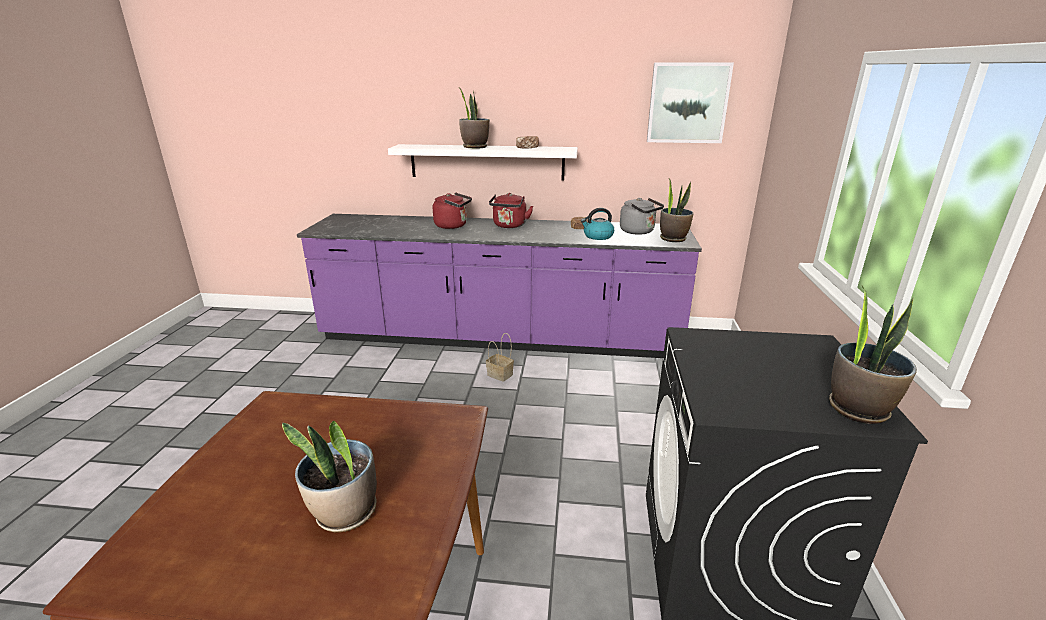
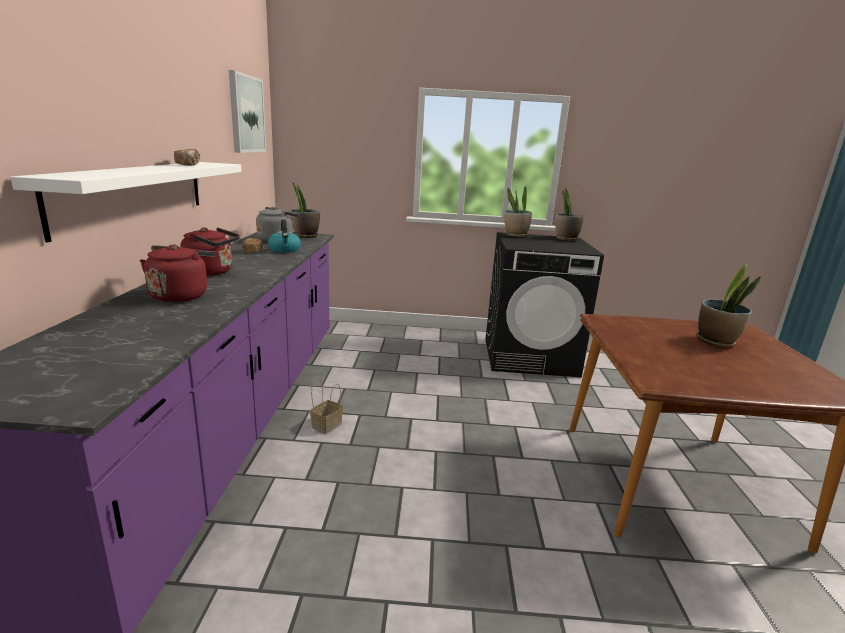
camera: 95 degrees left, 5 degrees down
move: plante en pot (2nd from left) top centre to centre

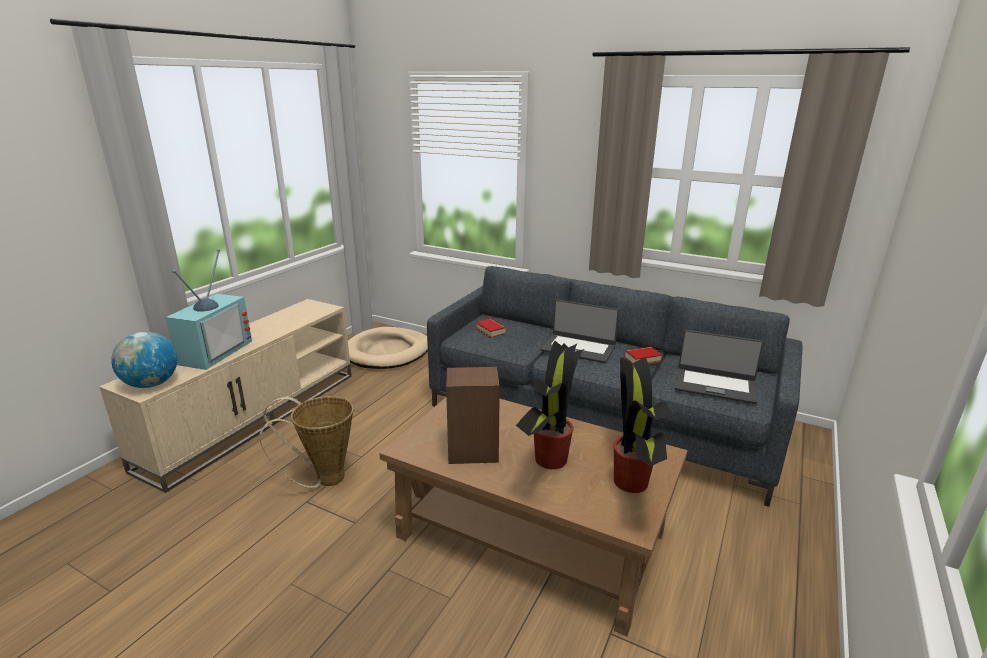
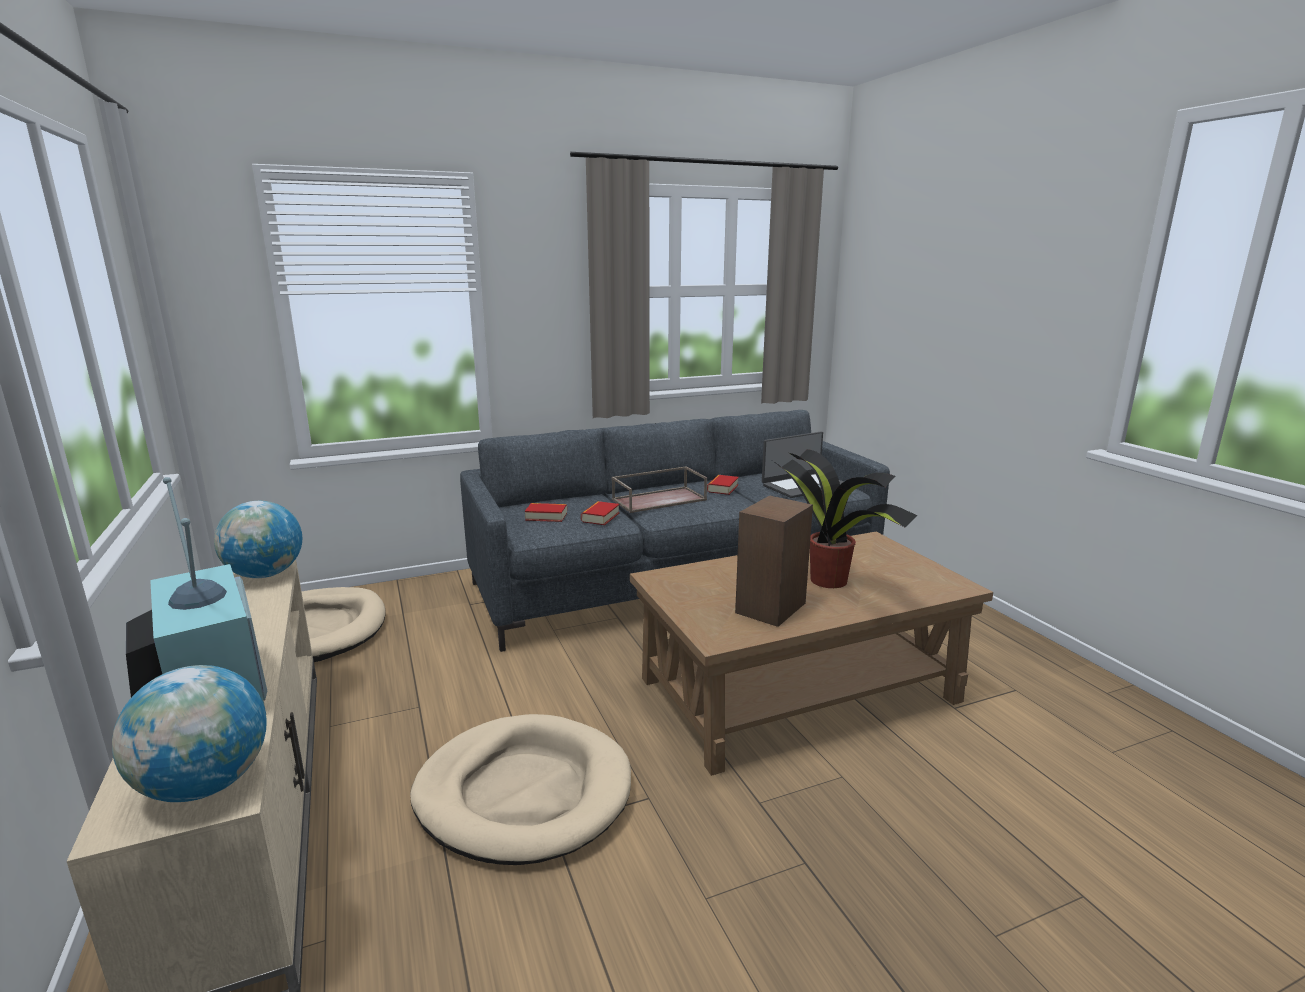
camera: 50 degrees left, 5 degrees down
delete: plante en pot (2nd from left) centre
insert: globe (2nd from left) middle left; livre (2nd from left) centre
replace: panier bottom left to panier pour chien [beige] (2nd from left) bottom centre; ordinateur portable (1st from left) centre to plateau [marron] centre

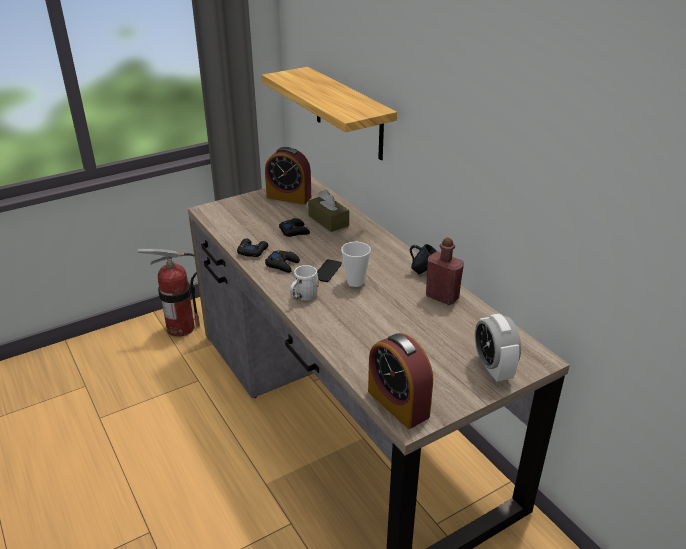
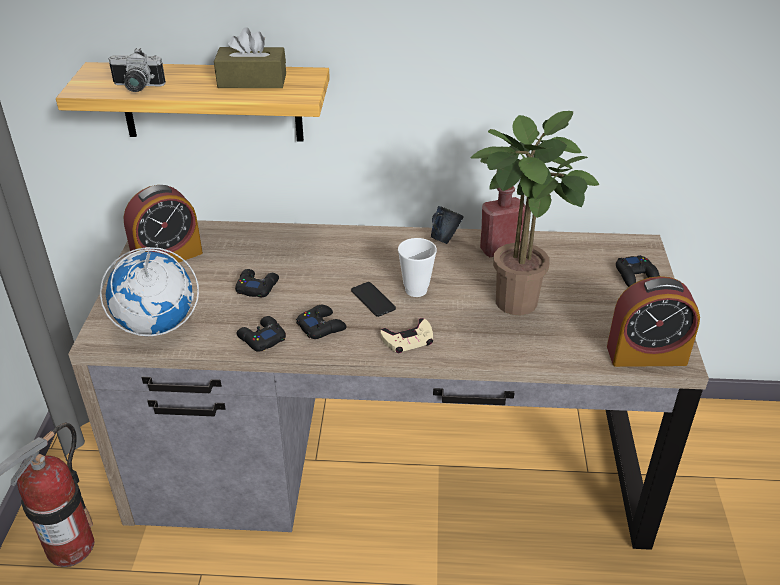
camera: 55 degrees left, 5 degrees up
insert: globe middle left; appareil photo top left; plante en pot middle right
move: boîte à mouchoirs [marron] centre to top left
replace: mug [blanc] centre to manette [beige] centre; réveil (3rd from left) middle right to manette [noir] (4th from left) middle right

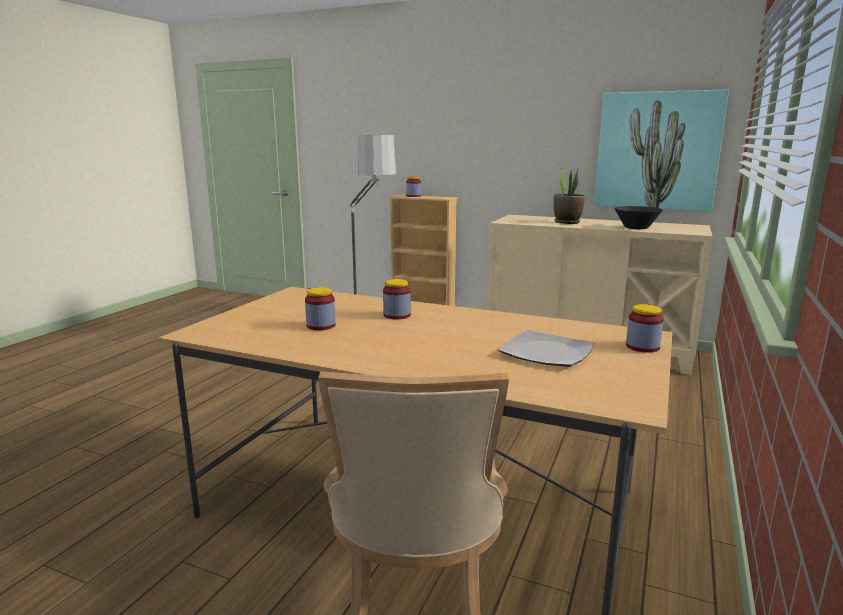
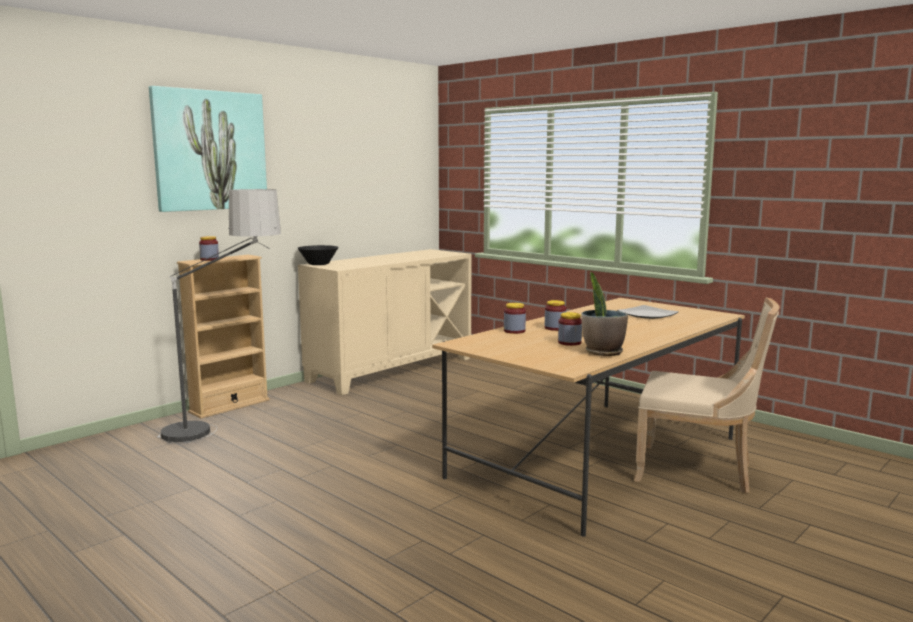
camera: 70 degrees left, 5 degrees down
move: plante en pot top right to centre; tableau top right to top left; bol [noir] middle right to centre; bocal (4th from left in the first image) middle right to bocal (2nd from left) centre

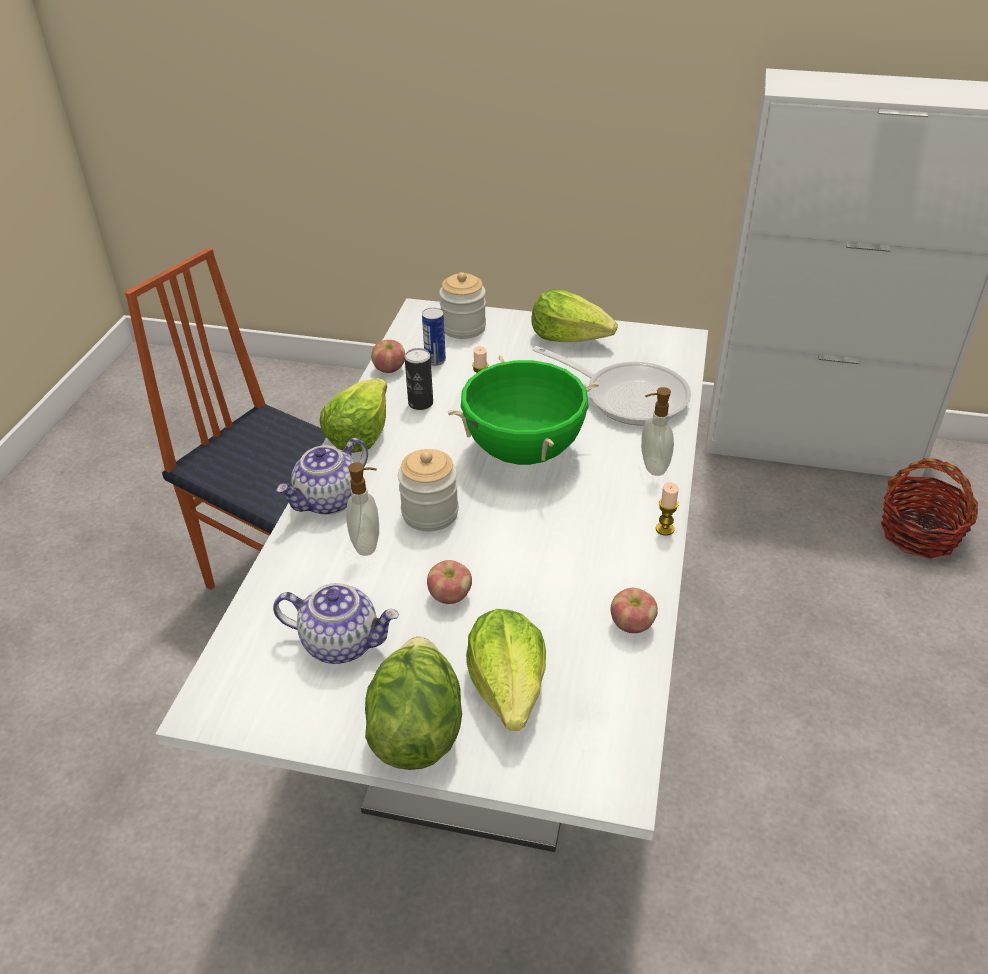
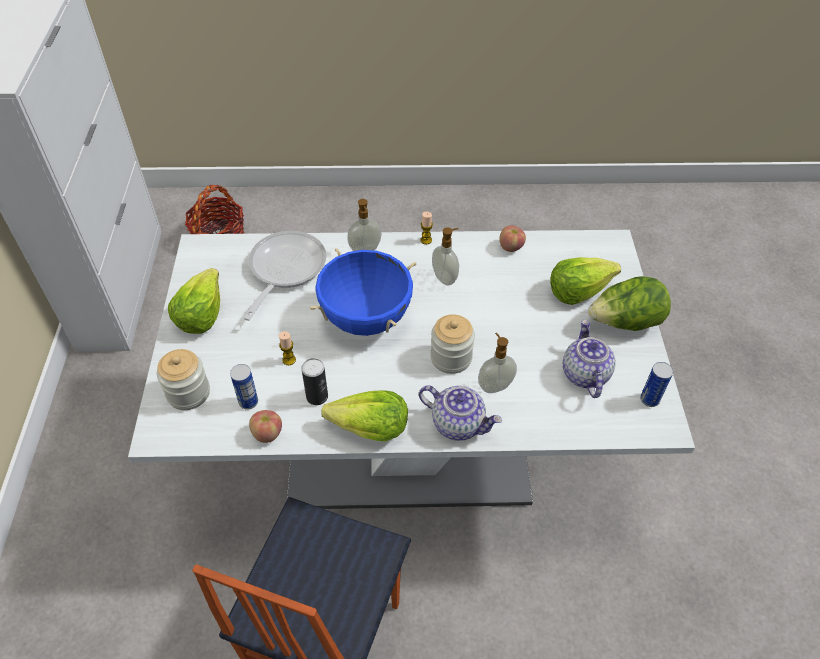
camera: 105 degrees left, 10 degrees up
delete: pomme (2nd from left) centre
insert: distributeur de savon (2nd from left) centre; boîte métallique (3rd from left) middle right
recolor: marmite [vert] centre to marmite [bleu] centre

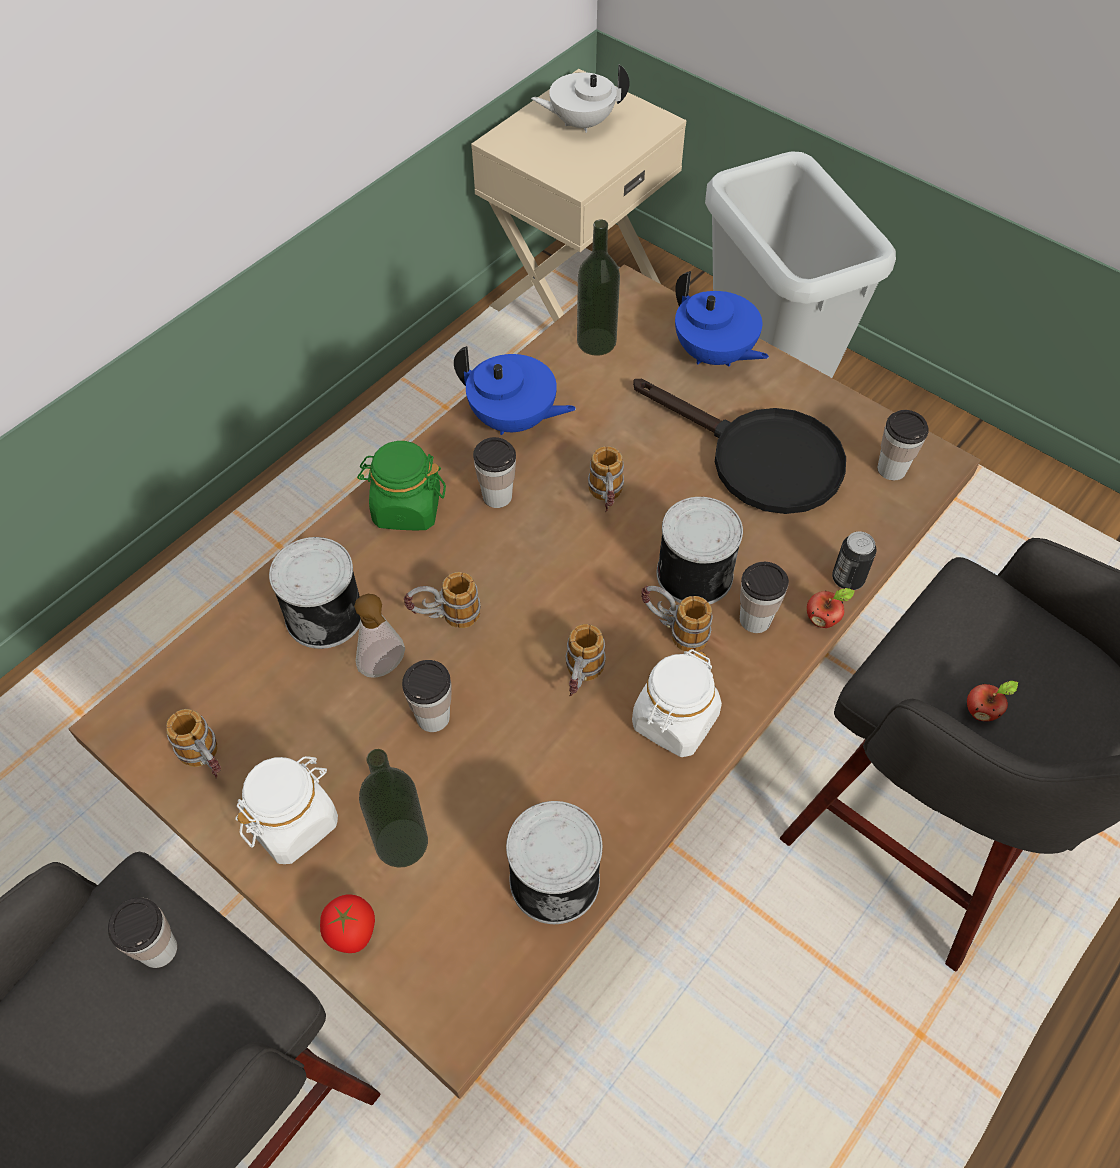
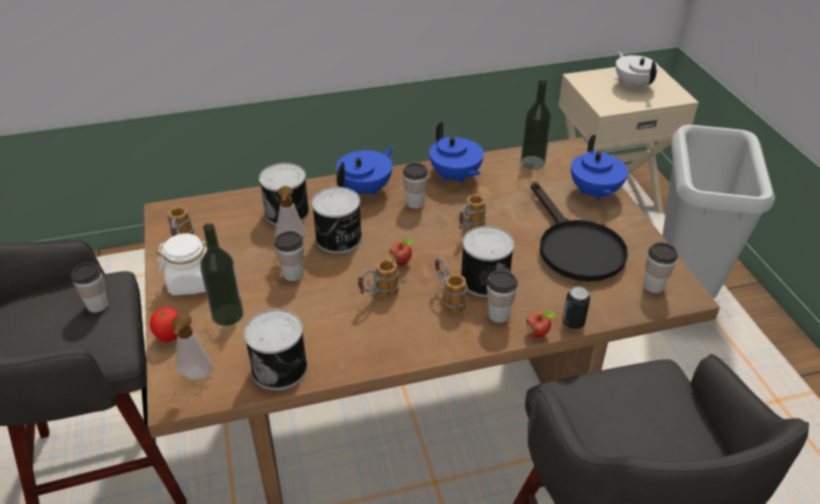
camera: 35 degrees right, 15 degrees down
delete: bocal [blanc] (2nd from left) centre
insert: distributeur de savon (1st from left) bottom left
move: pomme (2nd from left in the first image) middle right to pomme (1st from left) centre
replace: bocal [vert] centre to théière [bleu] (1st from left) centre; mug (2nd from left) centre to boîte métallique (3rd from left) centre
rotate: théière [blanc] top centre = top right 45 degrees clockwise

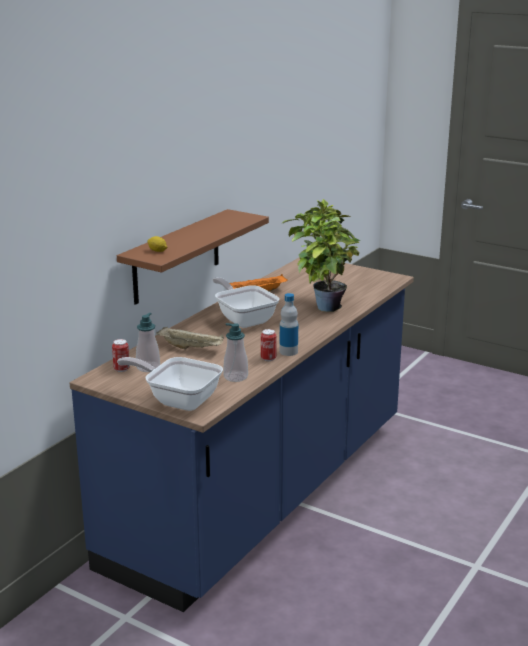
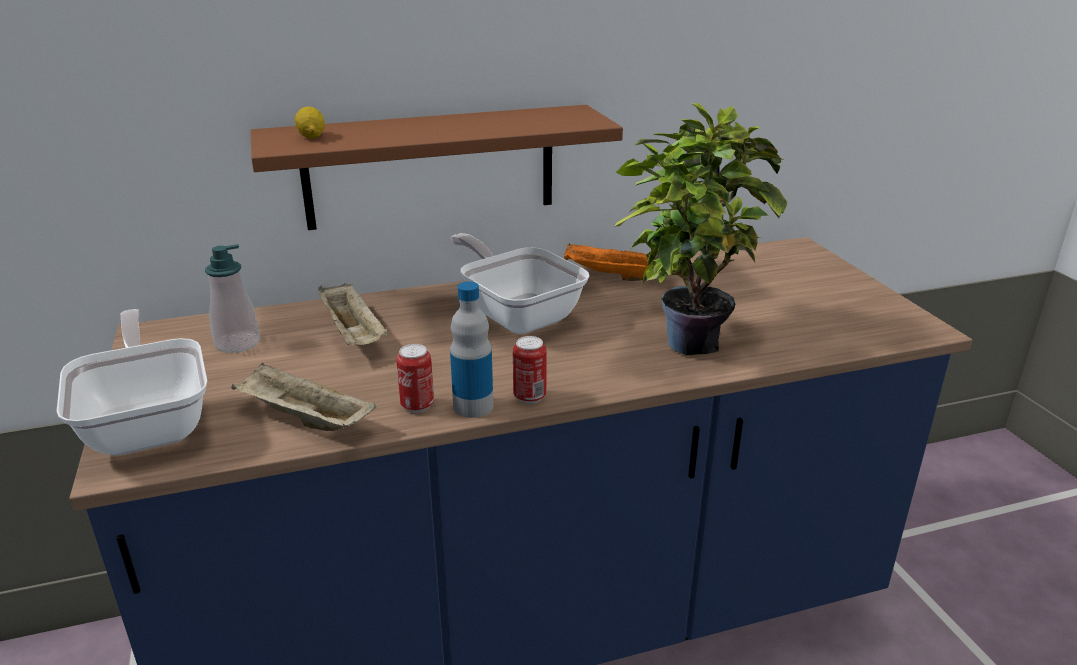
camera: 40 degrees right, 5 degrees up
move: boîte métallique (1st from left in the first image) middle left to boîte métallique (2nd from left) centre
replace: distributeur de savon (2nd from left) centre to plateau [beige] (1st from left) middle left
rotate: poêle (2nd from left) centre = centre 45 degrees counterclockwise

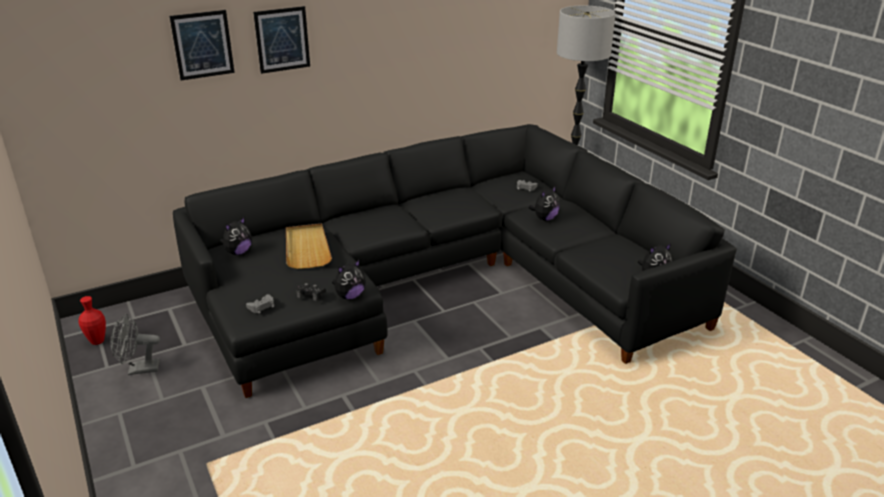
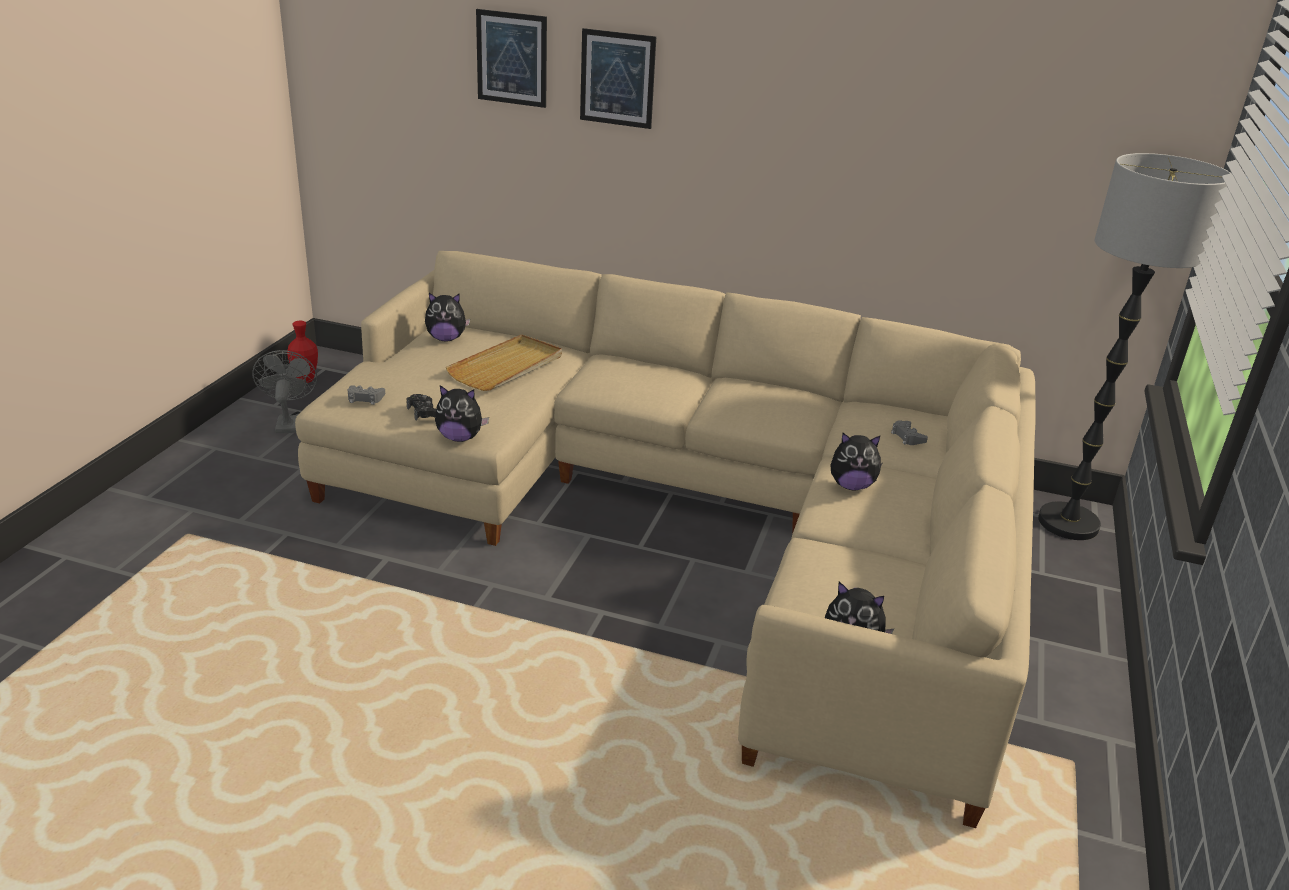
camera: 45 degrees right, 0 degrees up
recolor: canapé [noir] centre to canapé [beige] centre
rotate: ventilateur [gris] bottom left = middle left 45 degrees clockwise

